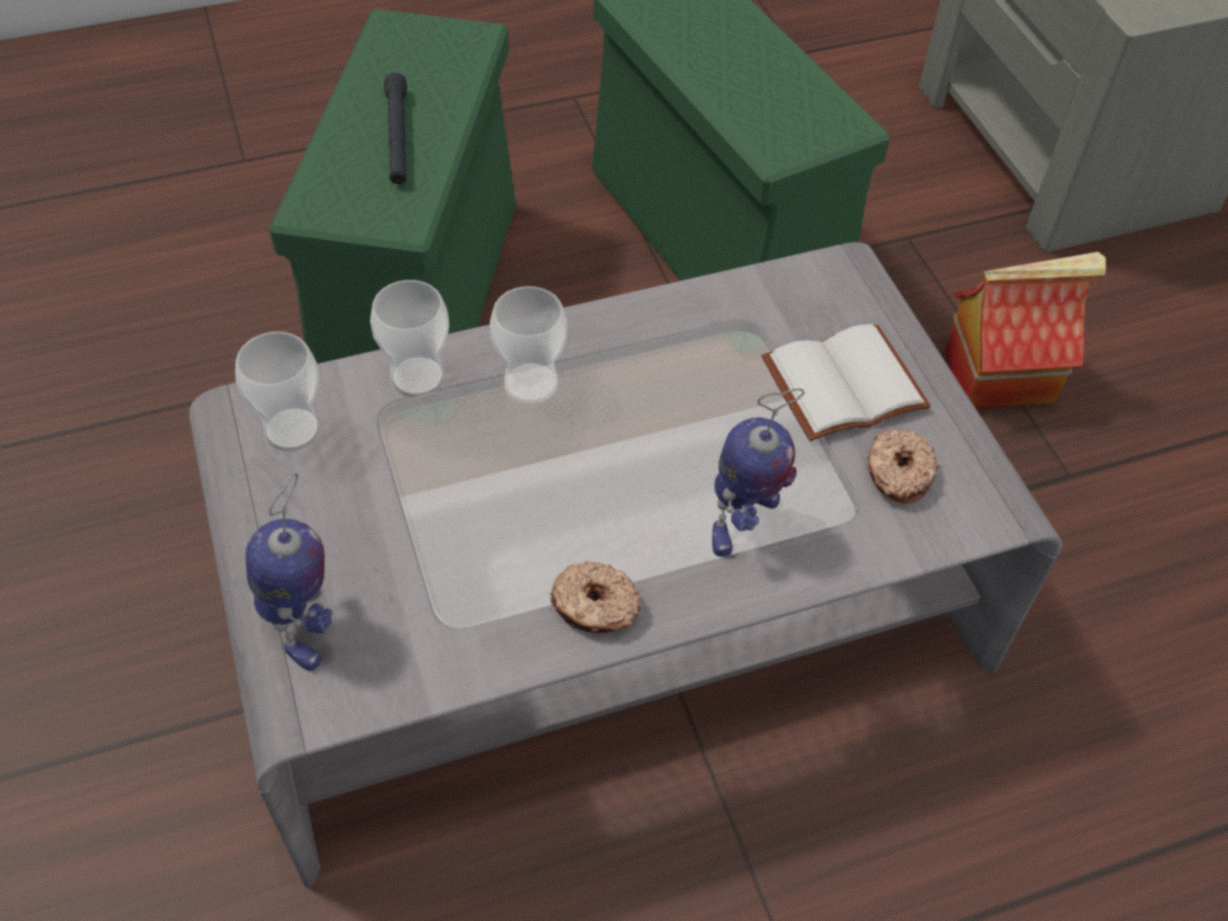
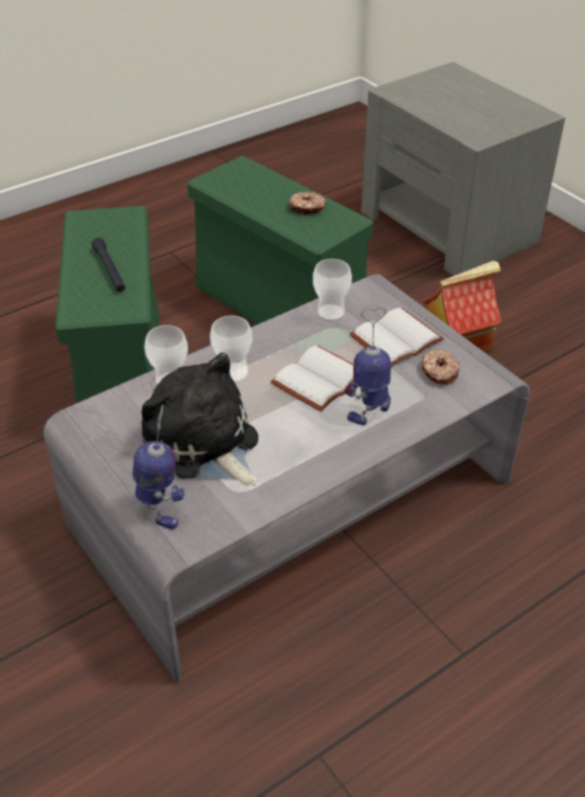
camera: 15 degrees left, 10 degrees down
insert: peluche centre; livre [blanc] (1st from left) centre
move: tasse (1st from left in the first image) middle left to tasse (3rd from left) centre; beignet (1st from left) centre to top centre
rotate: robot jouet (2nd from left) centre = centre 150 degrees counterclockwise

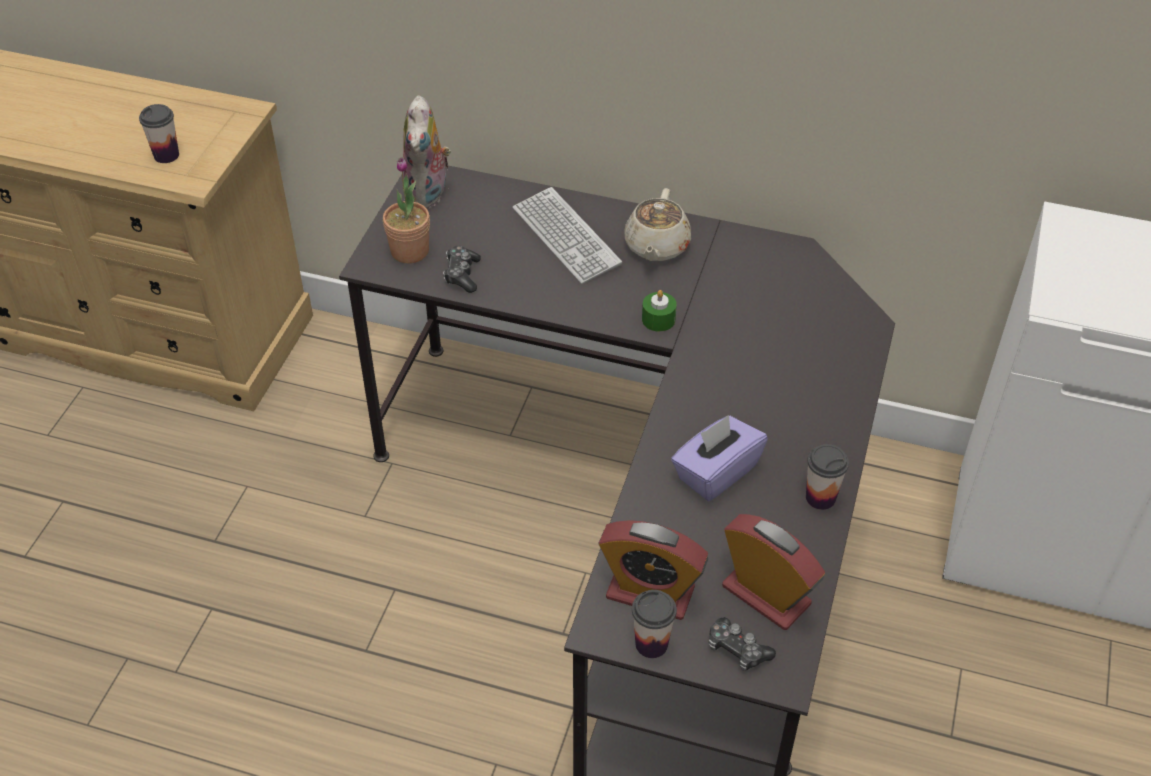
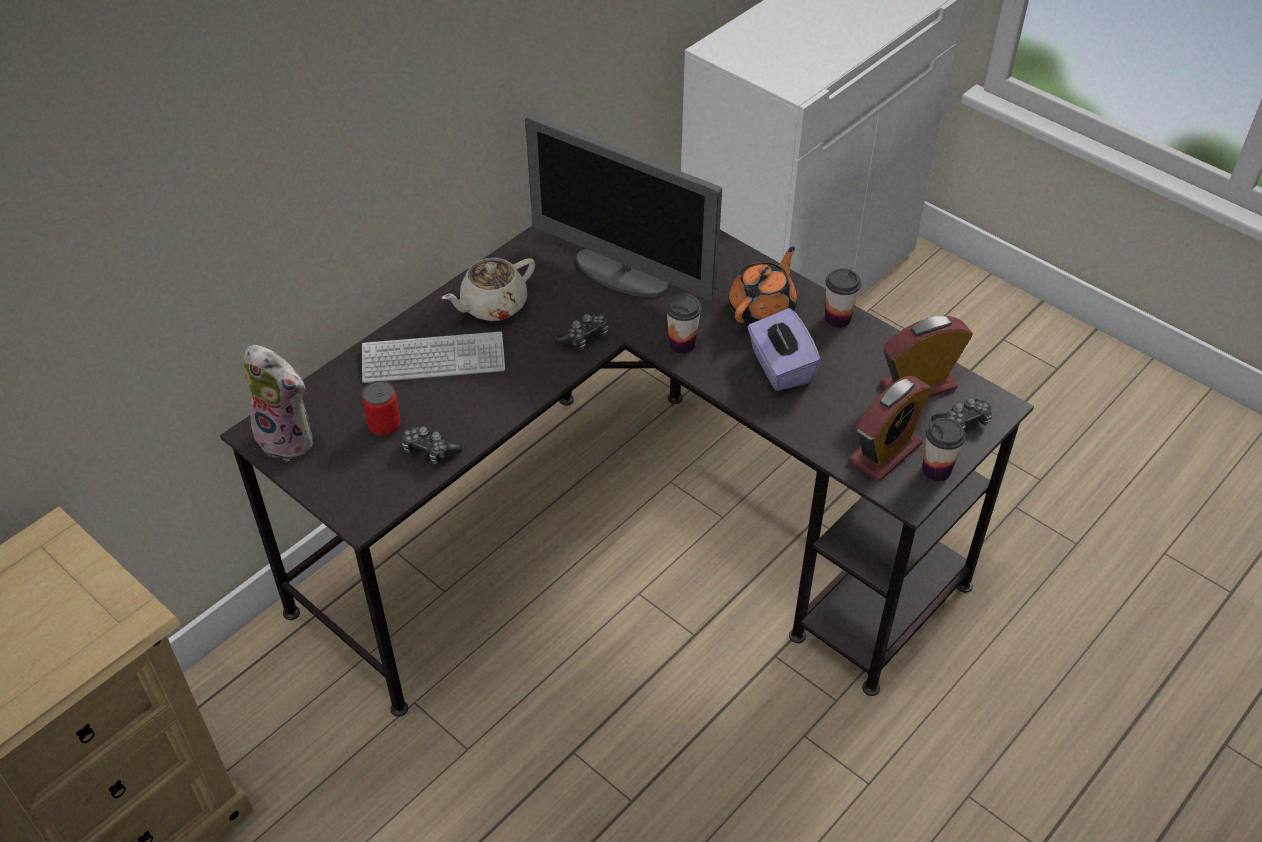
camera: 65 degrees left, 0 degrees up
delete: plante en pot top centre
insert: boîte métallique middle left; écran d'ordinateur top centre; théière [orange] centre
move: tasse (1st from left) top left to centre
replace: bougie [vert] centre to manette (2nd from left) centre
rotate: théière [beige] top centre = centre 105 degrees clockwise

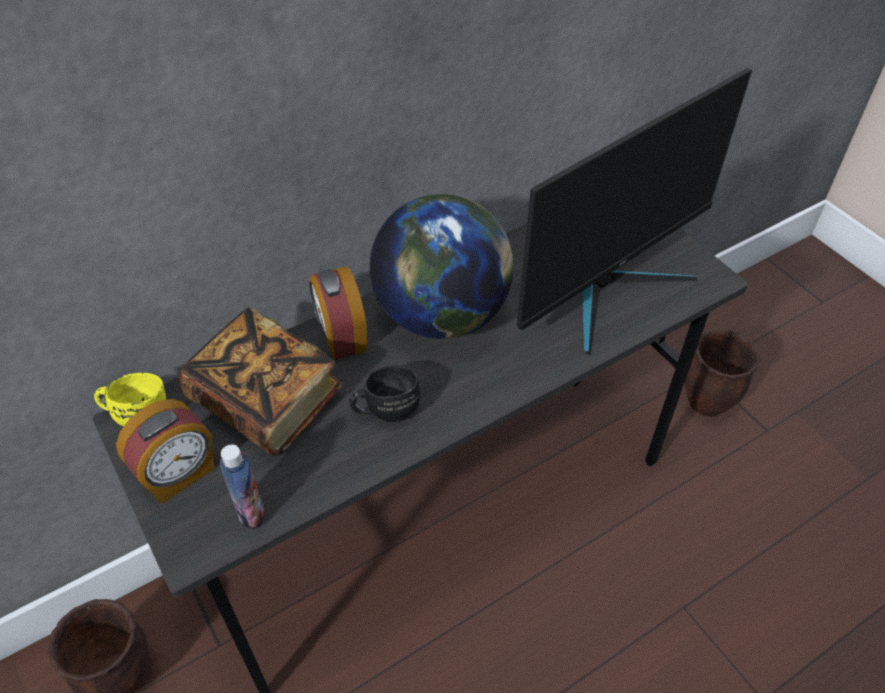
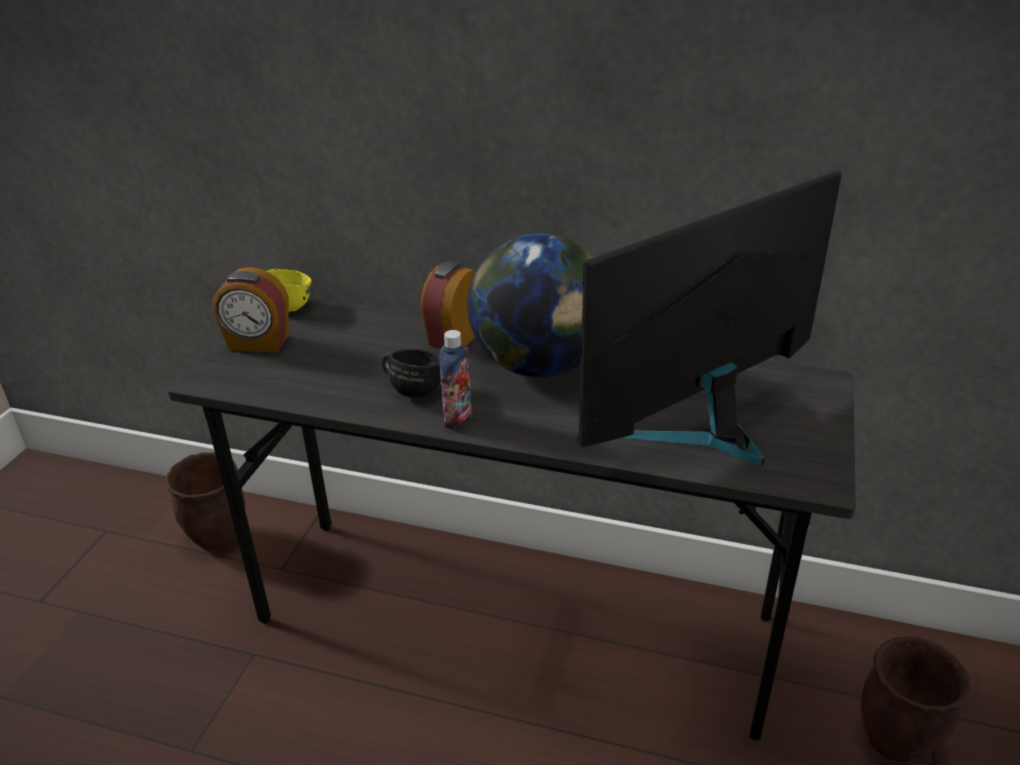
camera: 50 degrees right, 15 degrees down
delete: livre middle left
move: bouteille bottom left to centre
rotate: écran d'ordinateur top right = middle right 135 degrees clockwise

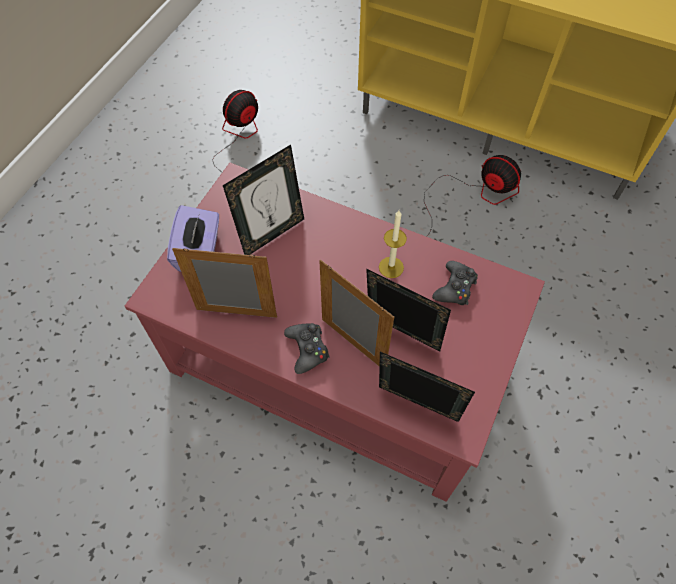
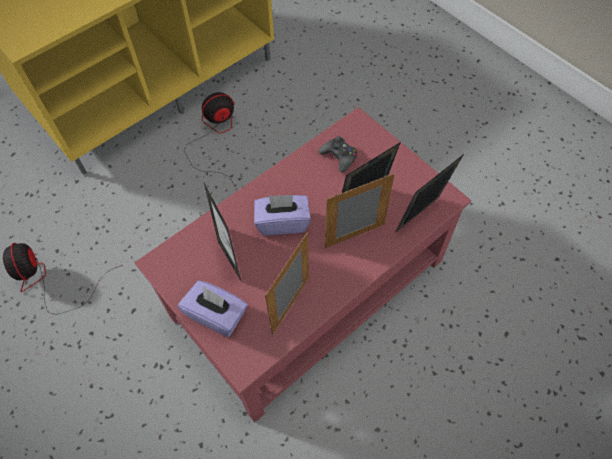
camera: 65 degrees left, 0 degrees up
delete: manette [noir] (1st from left) centre; bougie centre
insert: boîte à mouchoirs [violet] (2nd from left) centre

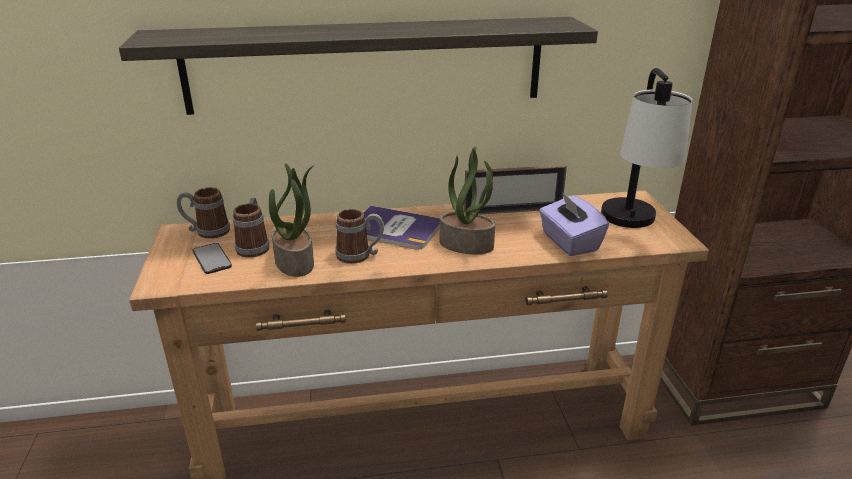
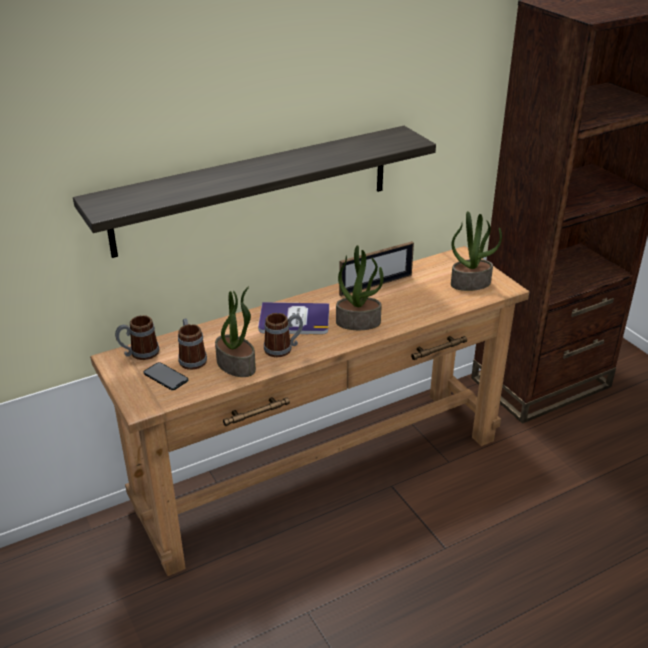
camera: 20 degrees left, 5 degrees up
delete: boîte à mouchoirs [violet] middle right
replace: lampe de table top right to plante en pot (3rd from left) middle right

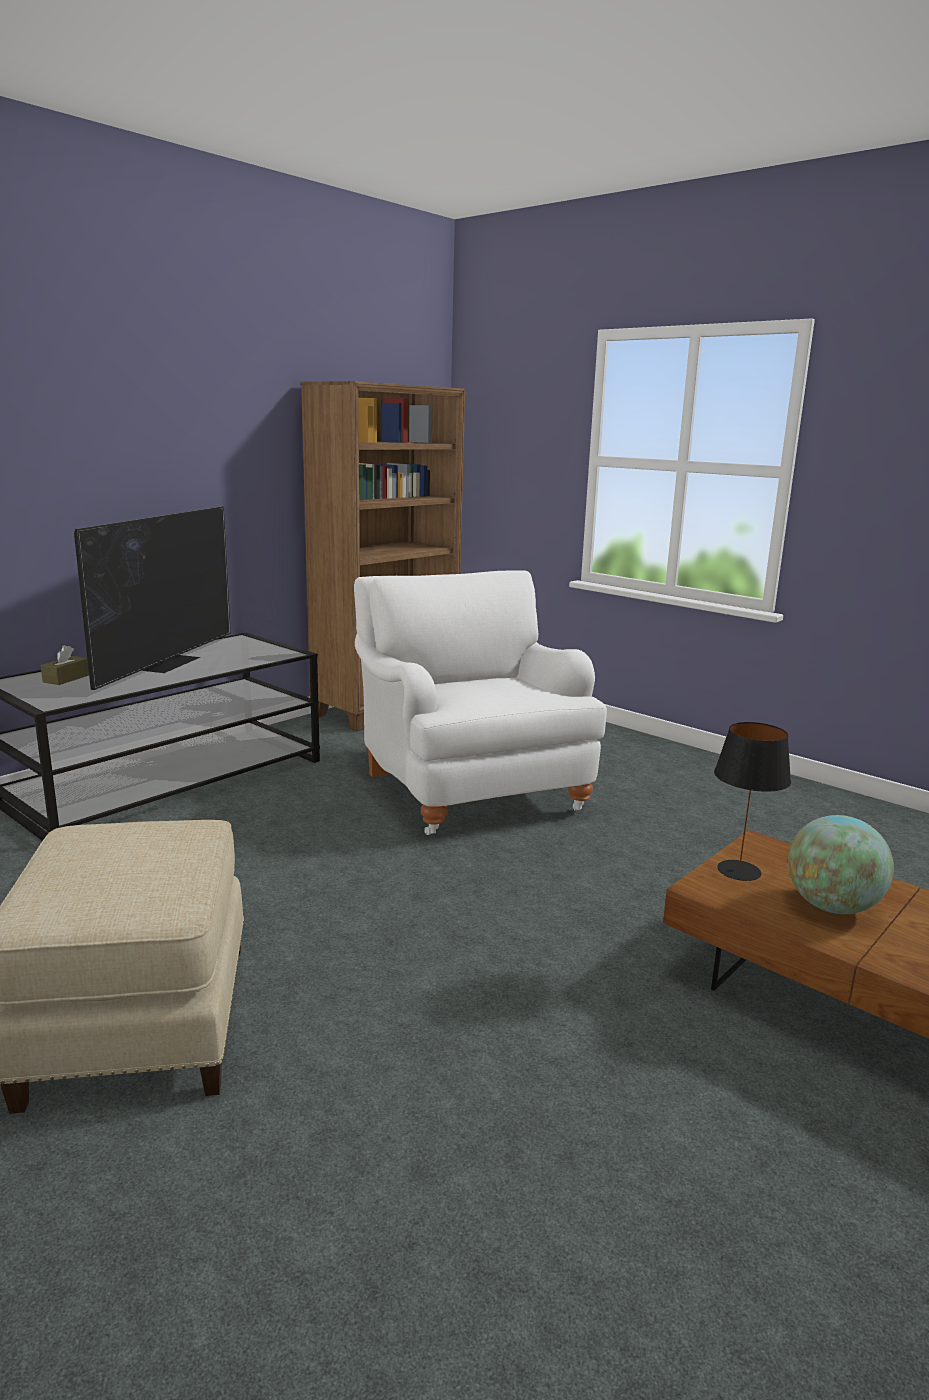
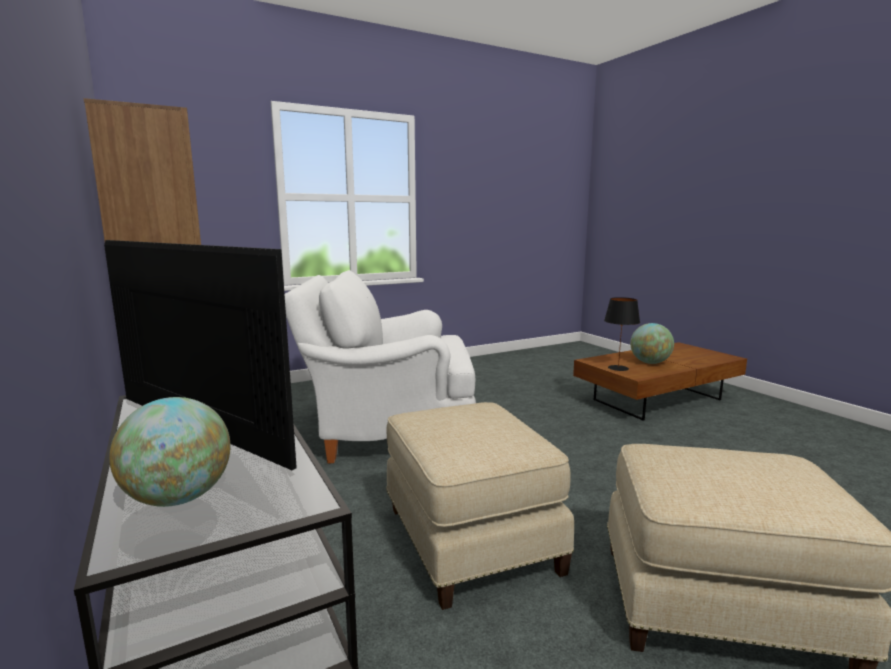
camera: 70 degrees left, 5 degrees down
insert: pouf [beige] (1st from left) bottom centre
replace: boîte à mouchoirs [marron] middle left to globe (1st from left) bottom left

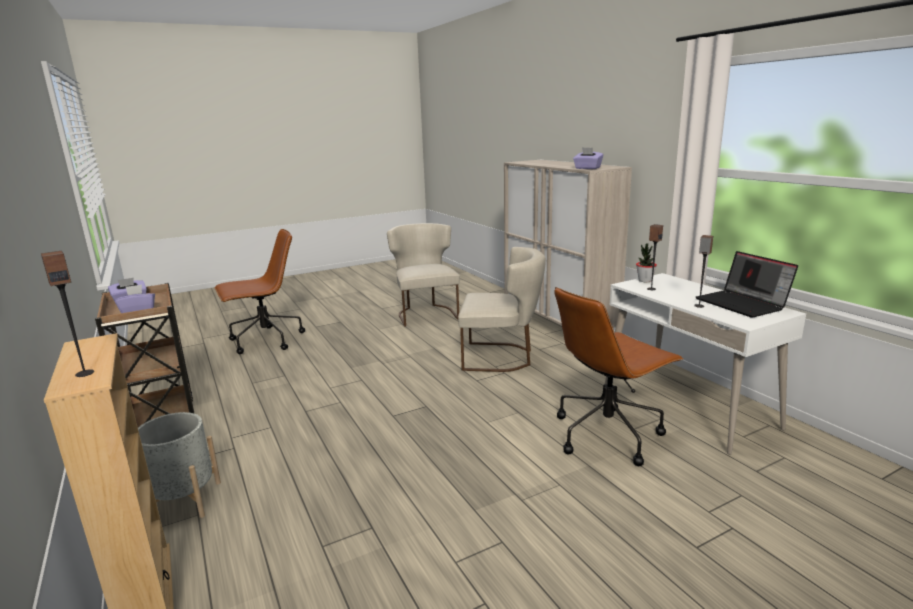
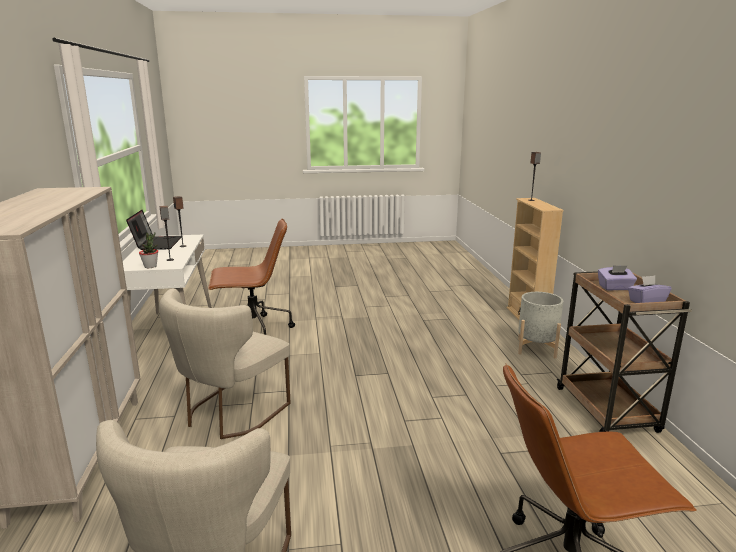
camera: 160 degrees left, 0 degrees up
delete: boîte à mouchoirs [violet] (3rd from left) top centre
rotate: chaise [beige] (2nd from left) centre = middle left 90 degrees counterclockwise

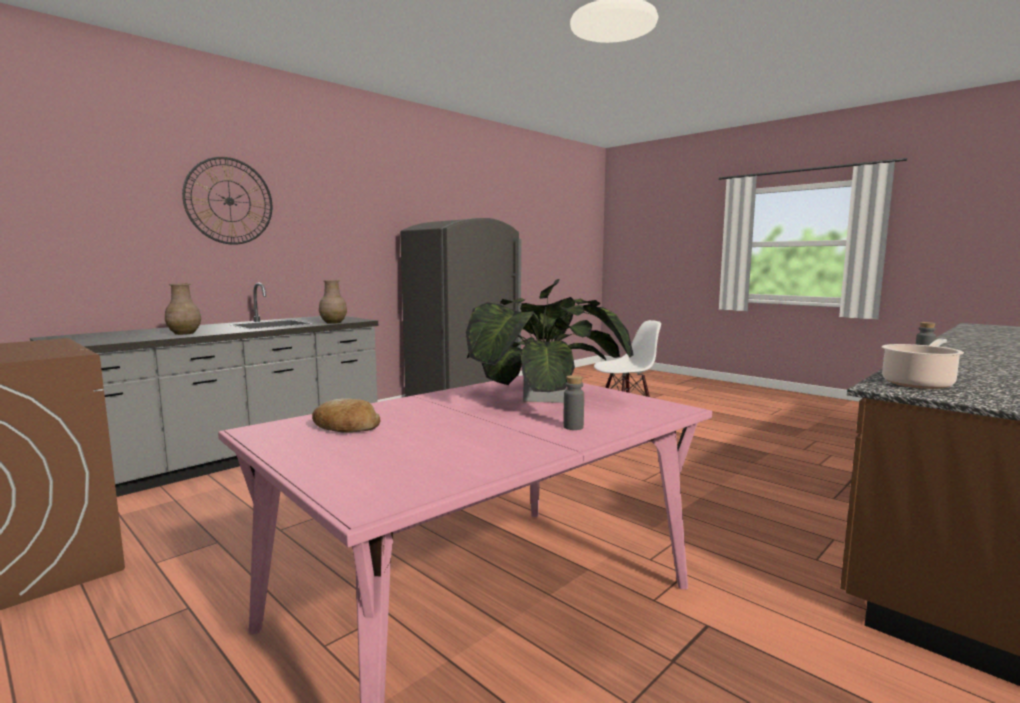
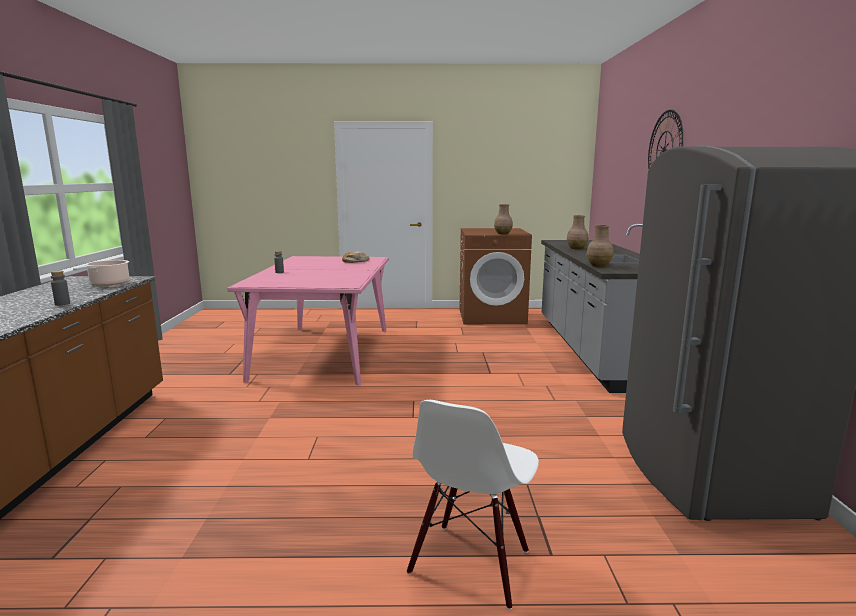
camera: 135 degrees right, 5 degrees up
delete: plante en pot centre
insert: vase [marron] (1st from left) centre

